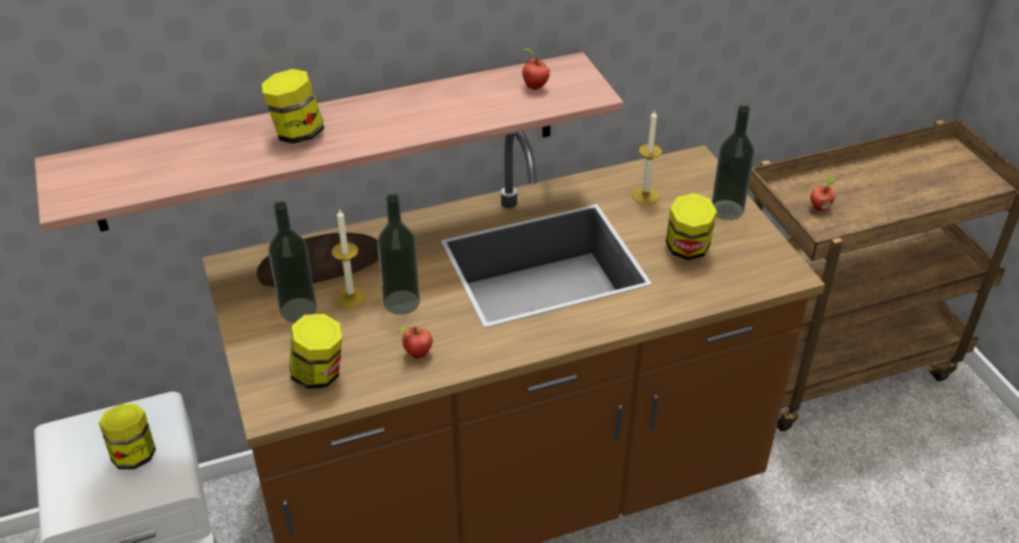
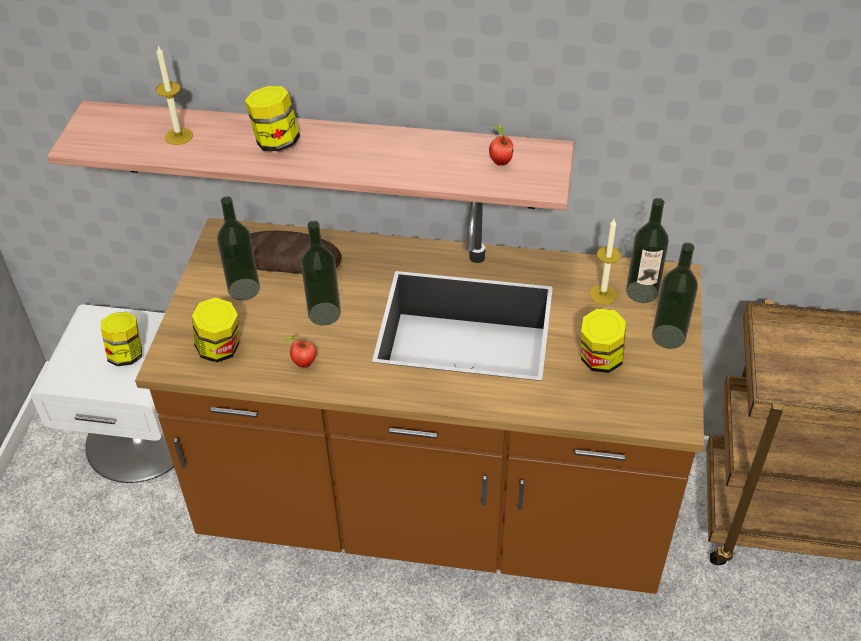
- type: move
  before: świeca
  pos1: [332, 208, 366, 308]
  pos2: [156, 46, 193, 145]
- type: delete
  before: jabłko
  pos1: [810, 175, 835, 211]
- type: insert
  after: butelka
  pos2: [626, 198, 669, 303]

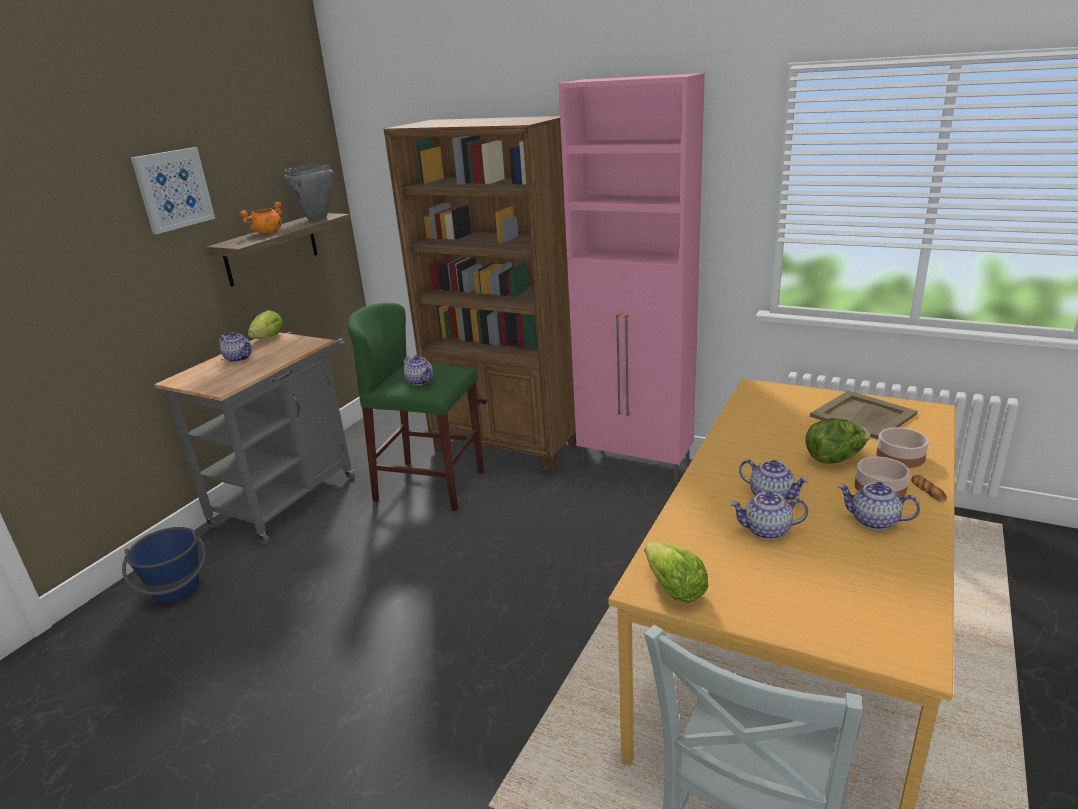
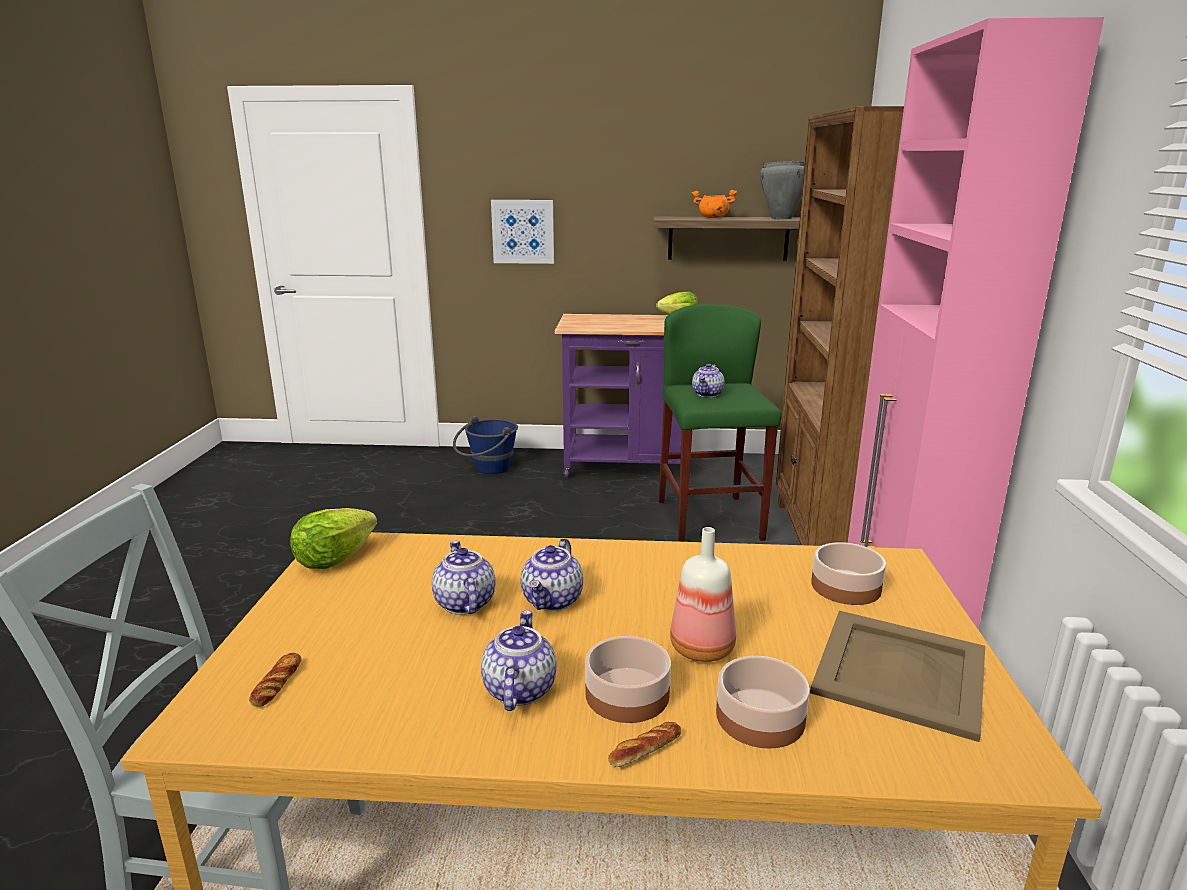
- type: move
  before: obraz
  pos1: [131, 147, 215, 234]
  pos2: [491, 200, 554, 264]
- type: recolor
  before: wózek (szary)
  after: wózek (fioletowy)
  pos1: [154, 332, 355, 544]
  pos2: [555, 314, 692, 478]
- type: delete
  before: imbryk
  pos1: [218, 332, 252, 362]
- type: replace
  before: sałata
  after: butelka
  pos1: [805, 418, 871, 464]
  pos2: [670, 527, 736, 662]
- type: insert
  after: chleb
  pos2: [249, 653, 301, 707]
- type: insert
  after: miska
  pos2: [811, 542, 886, 605]

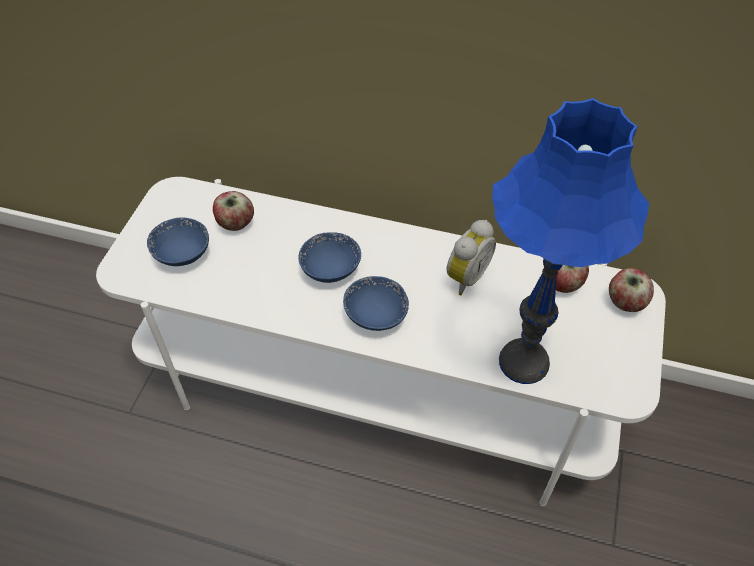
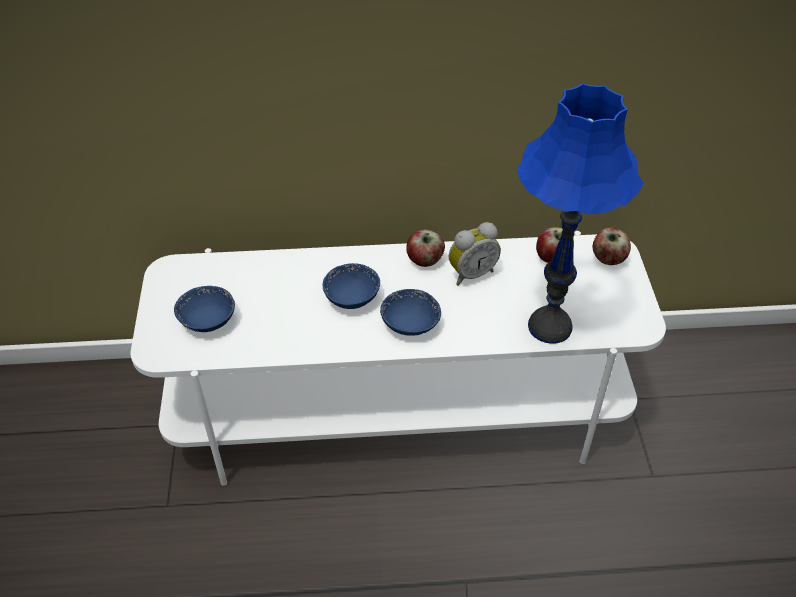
- type: move
  before: jabłko
  pos1: [213, 191, 254, 231]
  pos2: [406, 230, 445, 267]
- type: rotate
  before: budzik
  pos1: [447, 220, 496, 296]
  pos2: [449, 222, 501, 286]
  turn: 45

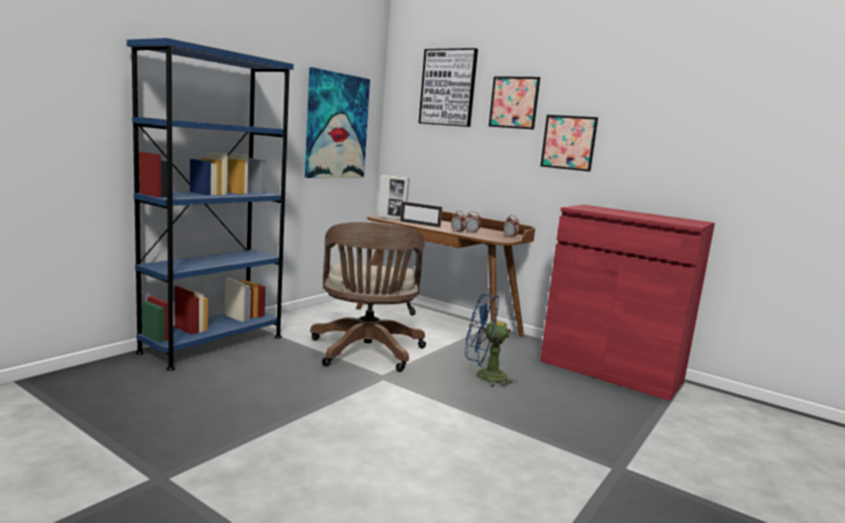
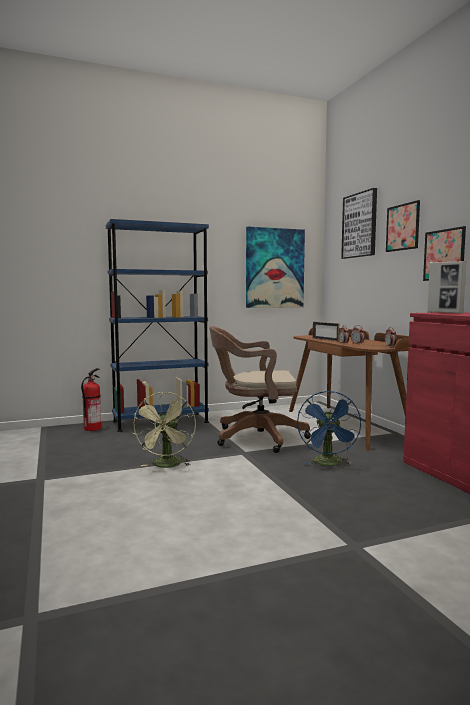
- type: rotate
  before: krzesło biurowe (brązowy)
  pos1: [310, 222, 426, 372]
  pos2: [209, 326, 311, 453]
  turn: 60
- type: move
  before: ramka na zdjęcie
  pos1: [378, 175, 410, 220]
  pos2: [427, 261, 467, 314]
- type: rotate
  before: wentylator (niebieski)
  pos1: [465, 294, 518, 387]
  pos2: [297, 391, 361, 466]
  turn: -120
- type: insert
  after: gaśnica
  pos2: [81, 368, 101, 431]
- type: insert
  after: wentylator (zielony)
  pos2: [132, 392, 196, 468]

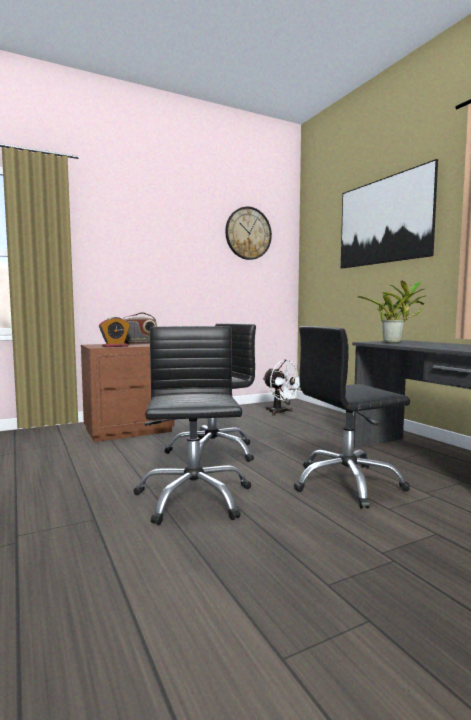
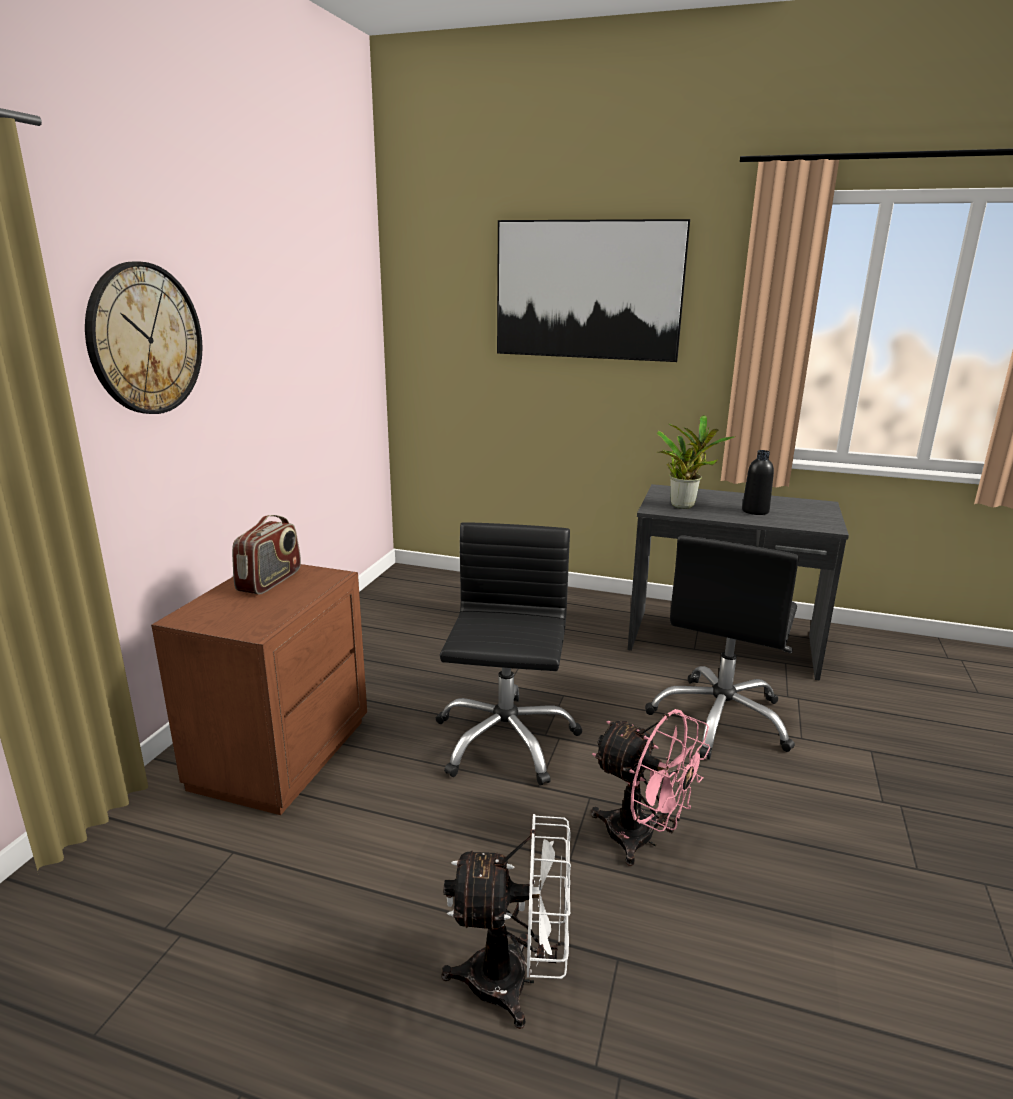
- type: delete
  before: budzik
  pos1: [99, 317, 130, 347]
- type: replace
  before: krzesło biurowe (czarny)
  after: wentylator (różowy)
  pos1: [133, 326, 251, 525]
  pos2: [591, 709, 711, 866]
- type: move
  before: zegar ścienny
  pos1: [225, 207, 272, 260]
  pos2: [85, 261, 202, 414]
- type: move
  before: wentylator (biały)
  pos1: [263, 360, 301, 416]
  pos2: [441, 814, 571, 1029]
- type: insert
  after: butelka (czarny)
  pos2: [742, 450, 774, 515]

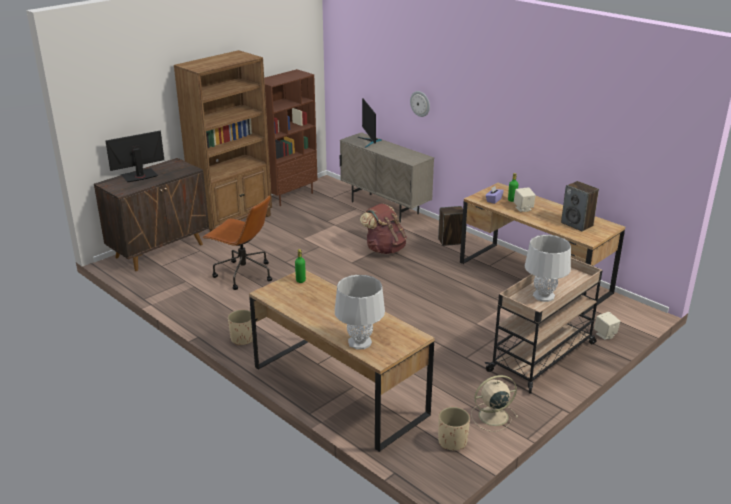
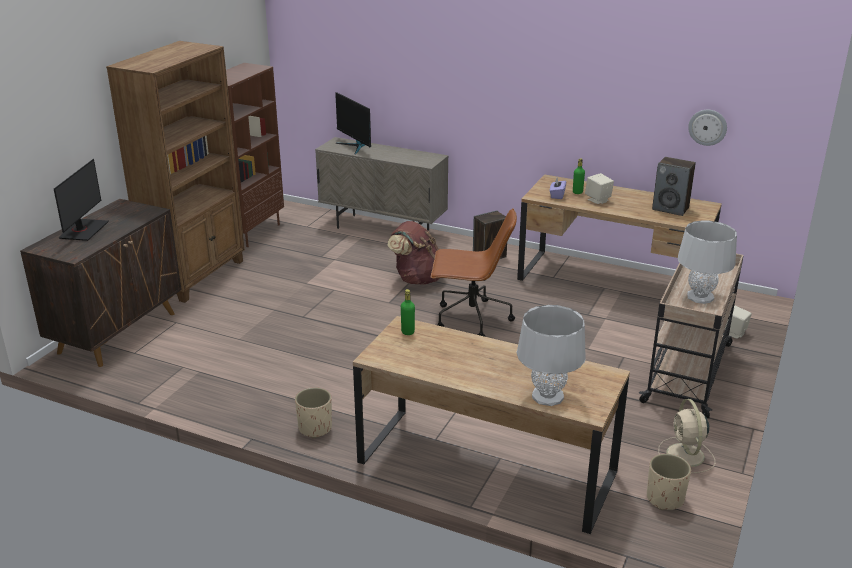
- type: rotate
  before: monitor
  pos1: [105, 130, 164, 182]
  pos2: [54, 159, 108, 241]
  turn: 150
- type: move
  before: krzesło biurowe (brązowy)
  pos1: [202, 195, 272, 290]
  pos2: [431, 208, 517, 337]
- type: move
  before: zegar ścienny
  pos1: [410, 91, 430, 117]
  pos2: [688, 109, 727, 146]
- type: rotate
  before: wentylator (beżowy)
  pos1: [471, 375, 518, 432]
  pos2: [658, 399, 715, 473]
  turn: -60

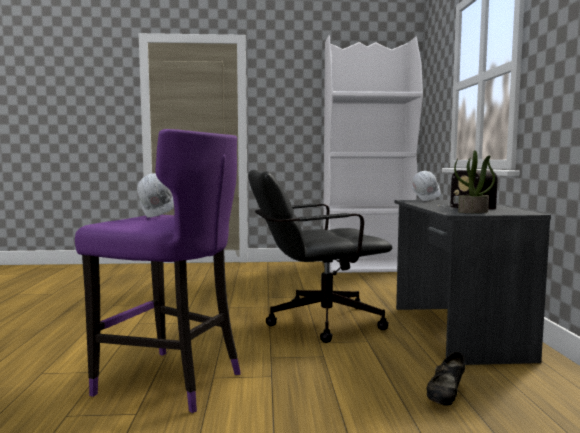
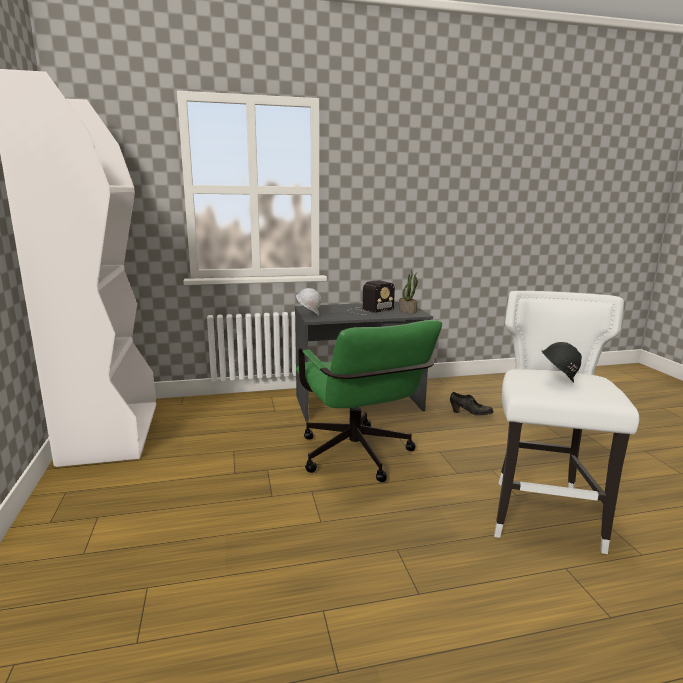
- type: recolor
  before: stołek (fioletowy)
  after: stołek (biały)
  pos1: [75, 129, 241, 413]
  pos2: [494, 291, 639, 554]
- type: recolor
  before: kask (biały)
  after: kask (czarny)
  pos1: [137, 173, 174, 218]
  pos2: [542, 342, 582, 383]
- type: recolor
  before: krzesło biurowe (czarny)
  after: krzesło biurowe (zielony)
  pos1: [248, 170, 392, 343]
  pos2: [296, 320, 442, 482]

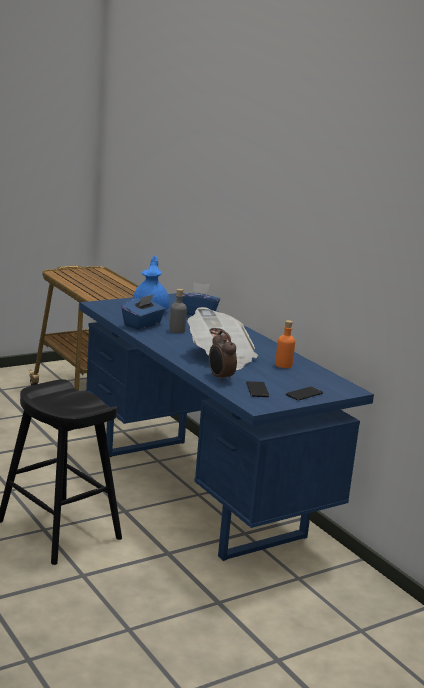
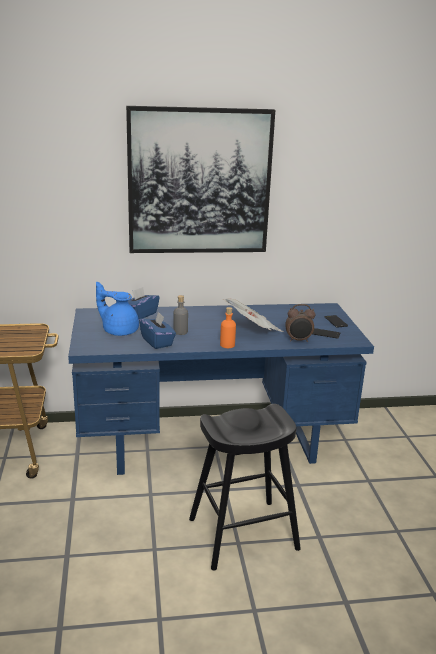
- type: move
  before: butelka (pomarańczowy)
  pos1: [275, 320, 295, 368]
  pos2: [220, 307, 236, 348]
- type: insert
  after: obraz
  pos2: [126, 106, 275, 253]

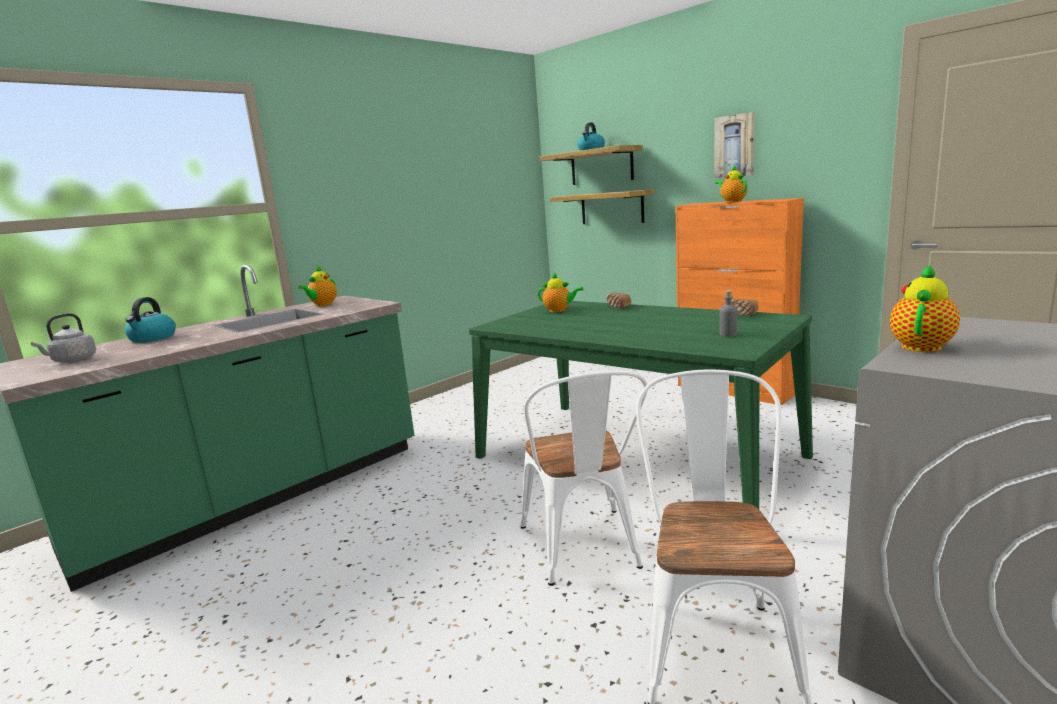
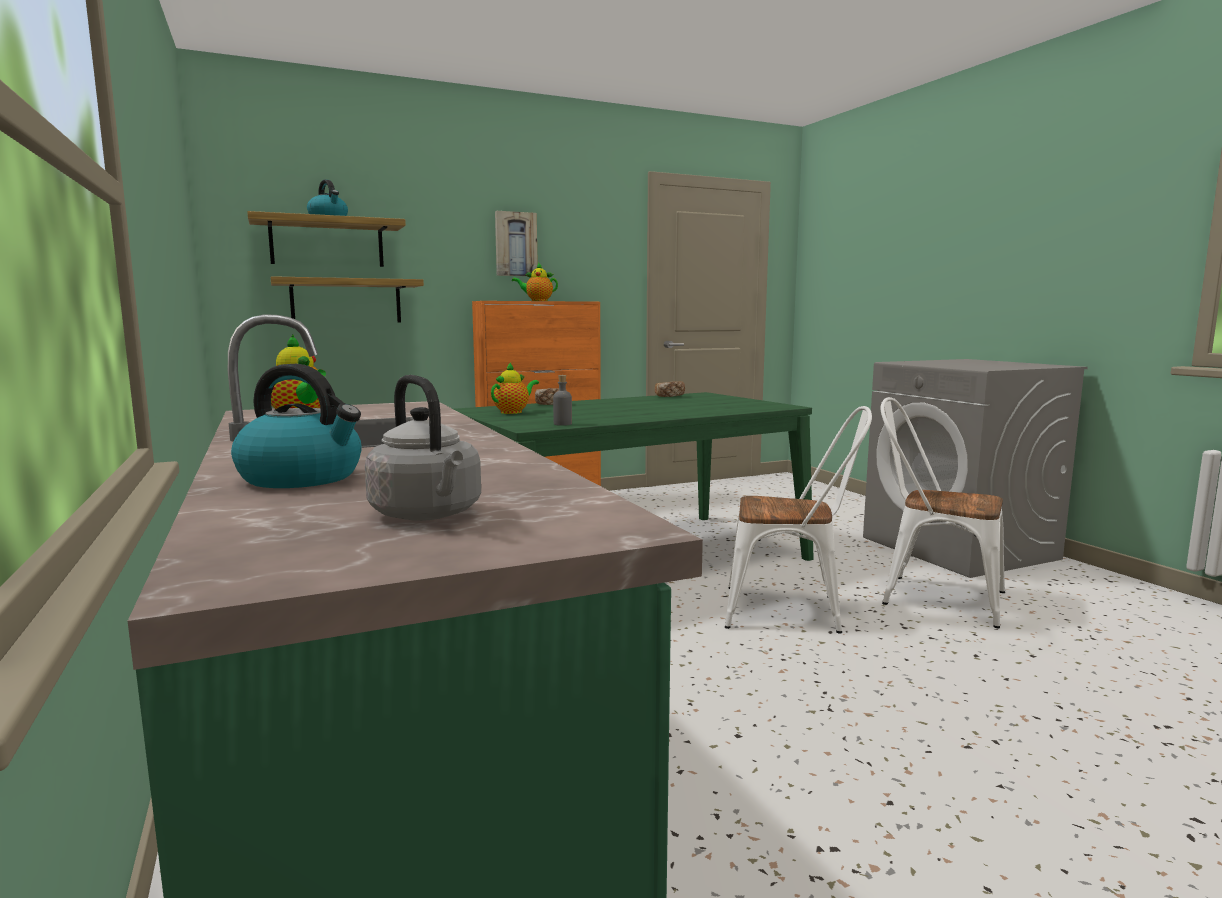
- type: move
  before: butelka (szary)
  pos1: [719, 290, 737, 337]
  pos2: [553, 375, 572, 426]
- type: delete
  before: imbryk
  pos1: [890, 264, 960, 352]

